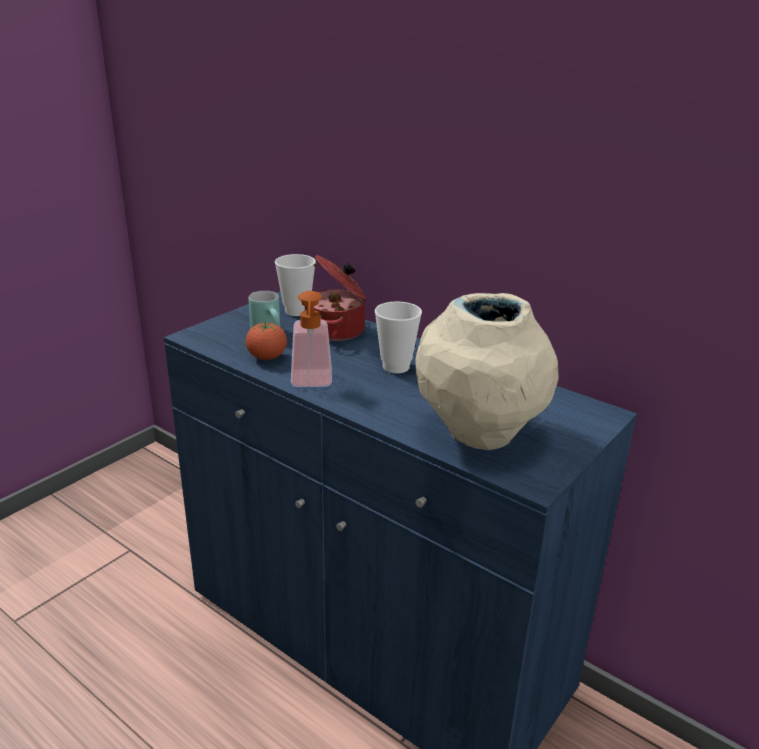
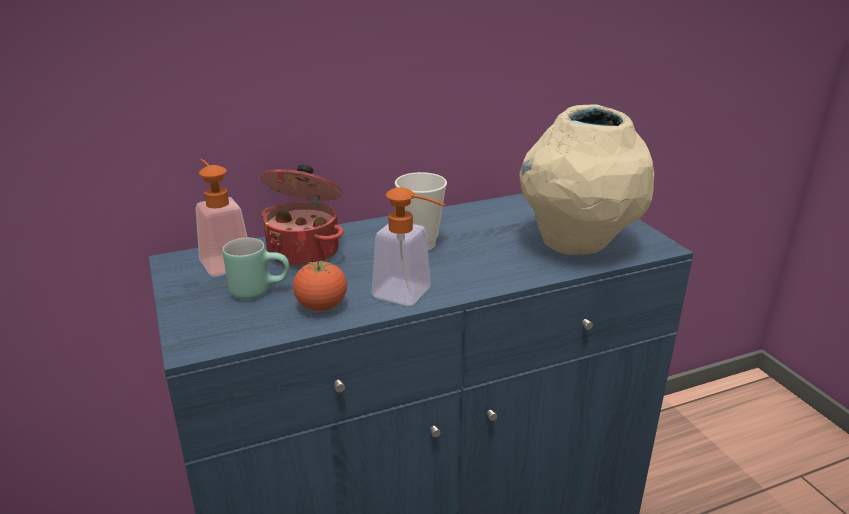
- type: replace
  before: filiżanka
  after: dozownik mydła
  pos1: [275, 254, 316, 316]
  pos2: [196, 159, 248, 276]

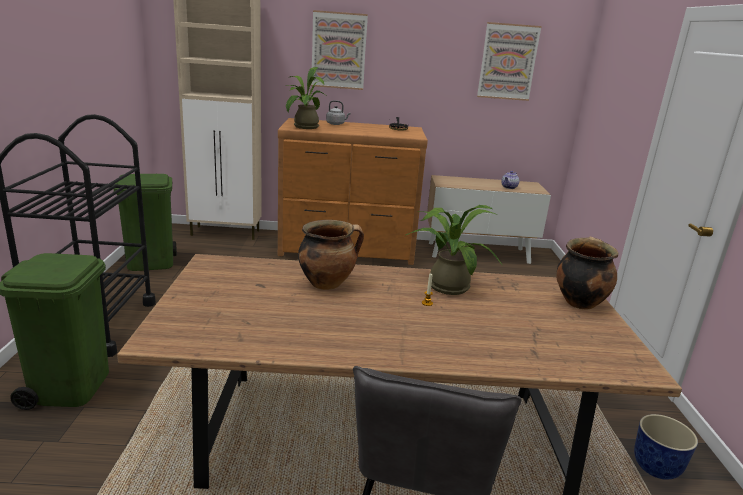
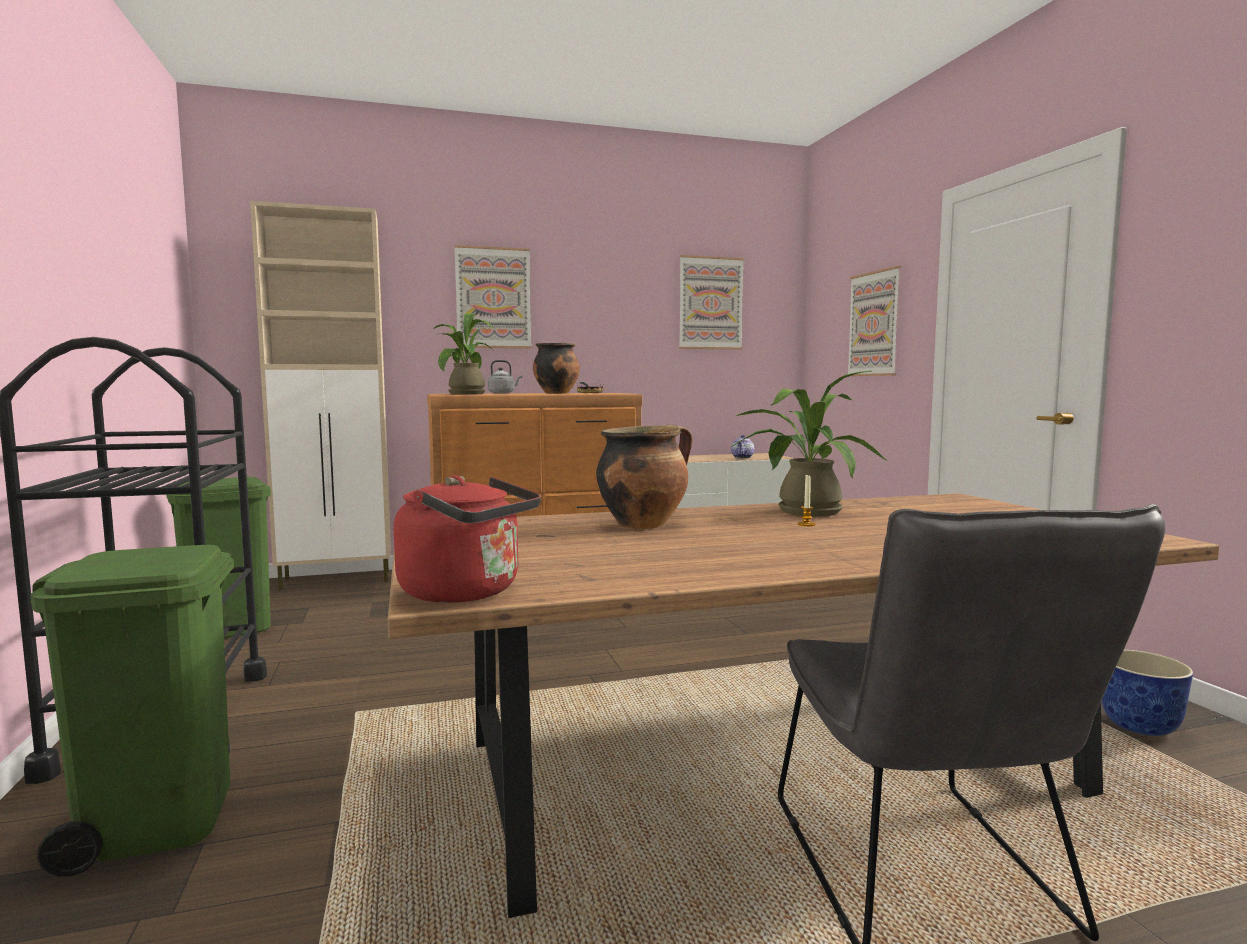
- type: move
  before: garnek
  pos1: [556, 237, 618, 309]
  pos2: [533, 343, 580, 394]
- type: insert
  after: czajnik (czerwony)
  pos2: [394, 475, 541, 603]
- type: insert
  after: obraz
  pos2: [846, 266, 901, 376]

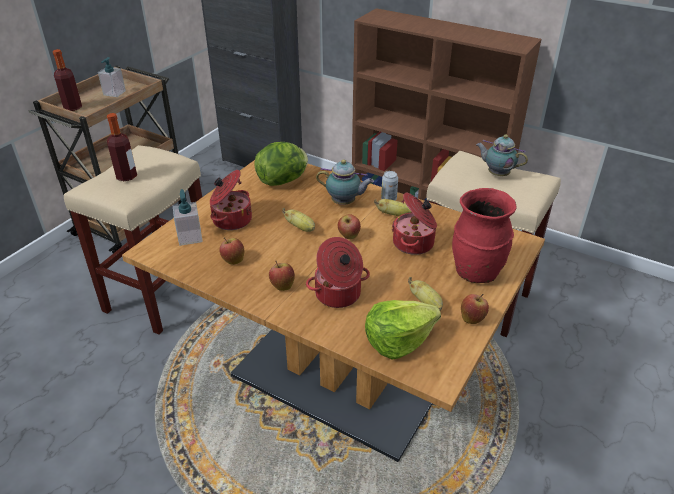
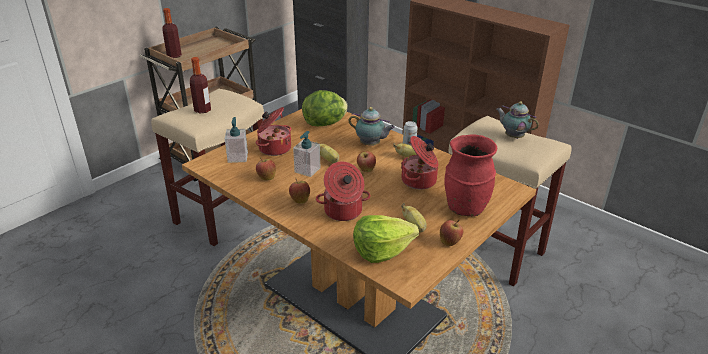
- type: move
  before: dozownik mydła
  pos1: [98, 57, 126, 97]
  pos2: [293, 131, 320, 177]

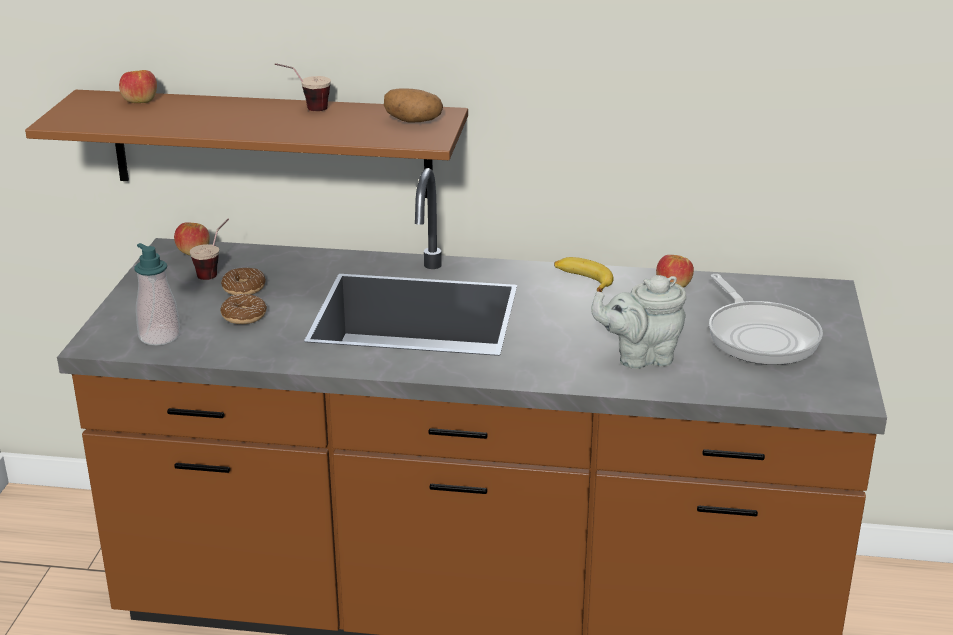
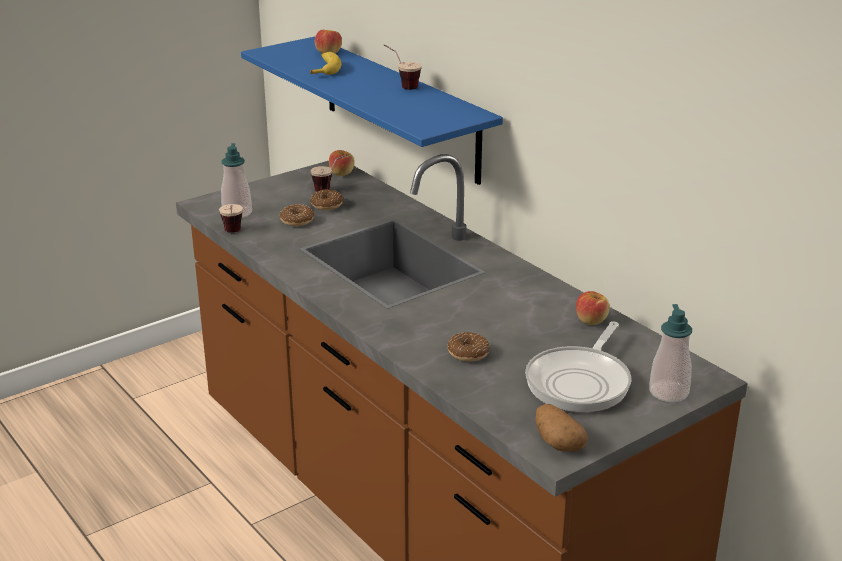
- type: recolor
  before: półka (brązowy)
  after: półka (niebieski)
  pos1: [25, 90, 468, 198]
  pos2: [241, 37, 503, 185]
- type: move
  before: ziemniak
  pos1: [384, 88, 443, 122]
  pos2: [535, 404, 588, 451]
- type: move
  before: banan
  pos1: [554, 257, 614, 292]
  pos2: [311, 52, 342, 75]
- type: replace
  before: imbryk (szary)
  after: donut
  pos1: [591, 275, 686, 369]
  pos2: [448, 332, 490, 362]
- type: insert
  after: filiżanka
  pos2: [219, 204, 243, 233]
- type: insert
  after: dozownik mydła
  pos2: [649, 304, 692, 402]

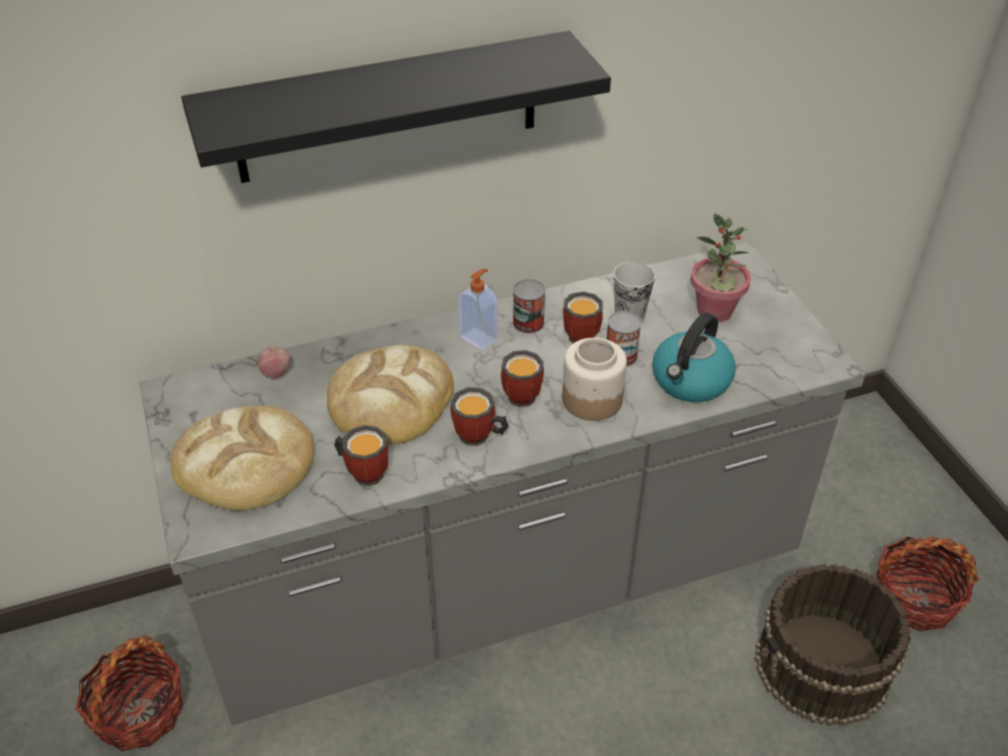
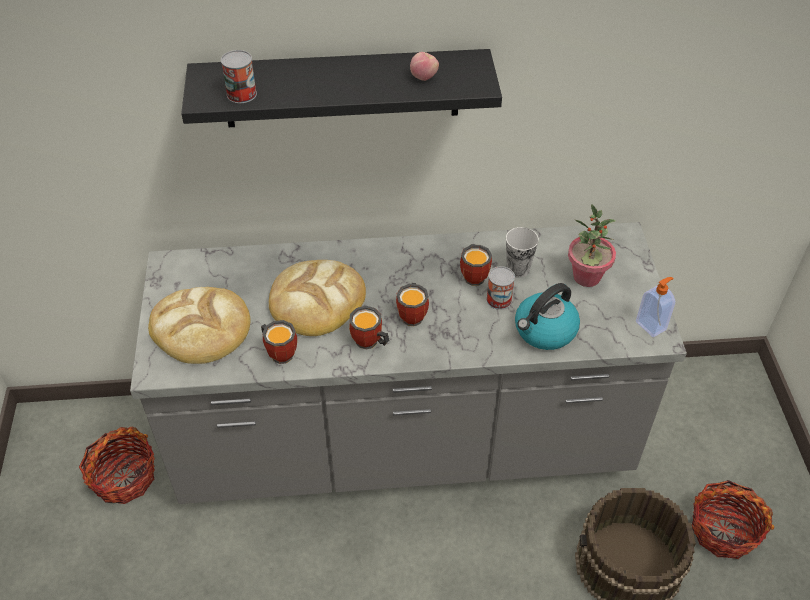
- type: move
  before: jabłko
  pos1: [258, 347, 291, 378]
  pos2: [410, 52, 439, 81]
- type: move
  before: dozownik mydła
  pos1: [458, 269, 498, 351]
  pos2: [636, 277, 675, 338]
- type: move
  before: puszka
  pos1: [513, 279, 546, 334]
  pos2: [221, 50, 257, 103]
- type: delete
  before: słoik
  pos1: [562, 338, 627, 421]

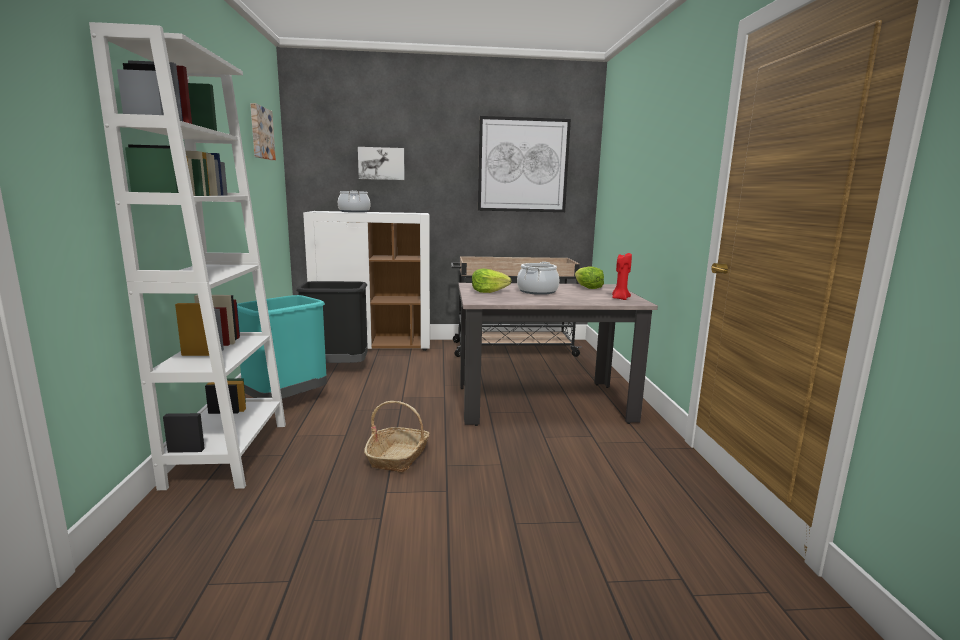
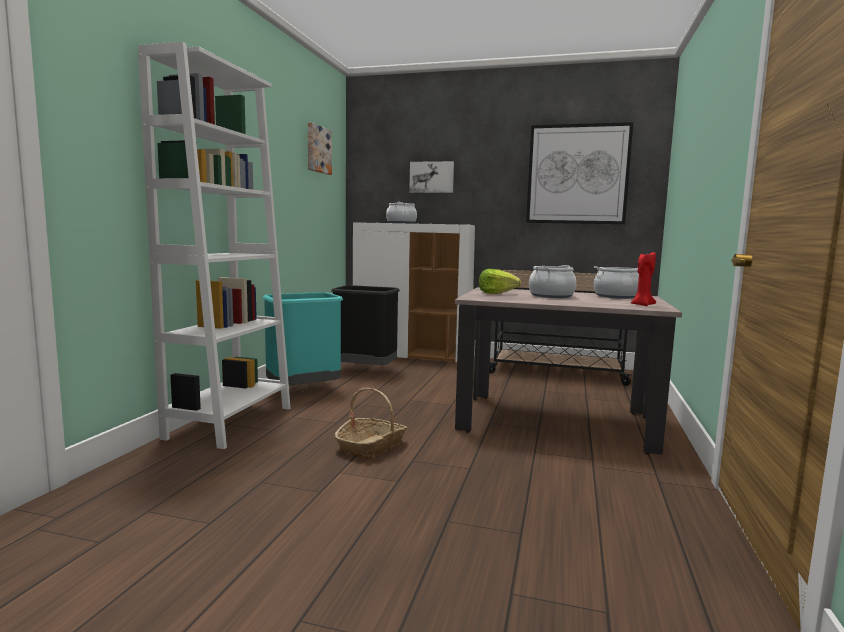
- type: replace
  before: sałata
  after: garnek
  pos1: [575, 266, 604, 289]
  pos2: [594, 266, 639, 299]

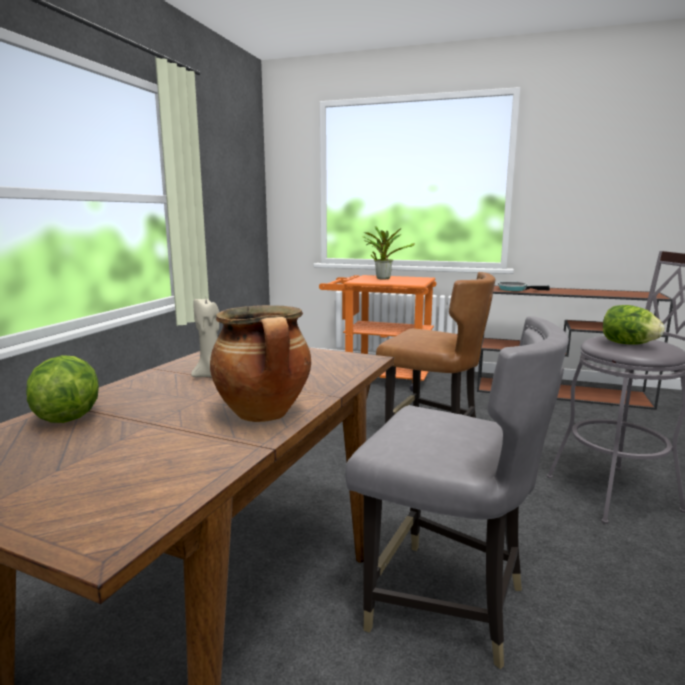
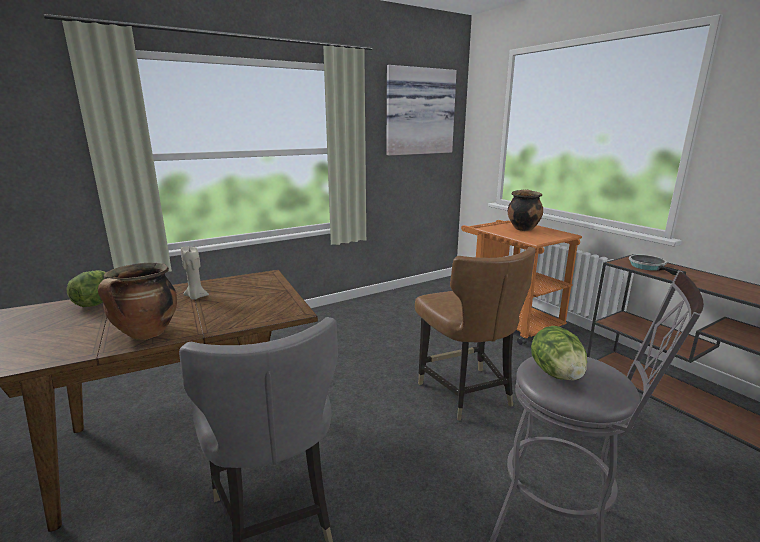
- type: replace
  before: roślina doniczkowa
  after: garnek
  pos1: [363, 226, 415, 280]
  pos2: [508, 190, 543, 231]
- type: insert
  after: obraz
  pos2: [386, 65, 457, 156]

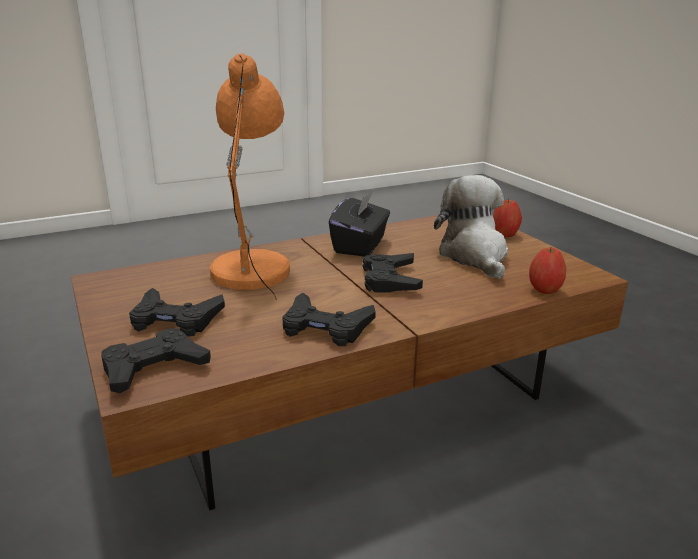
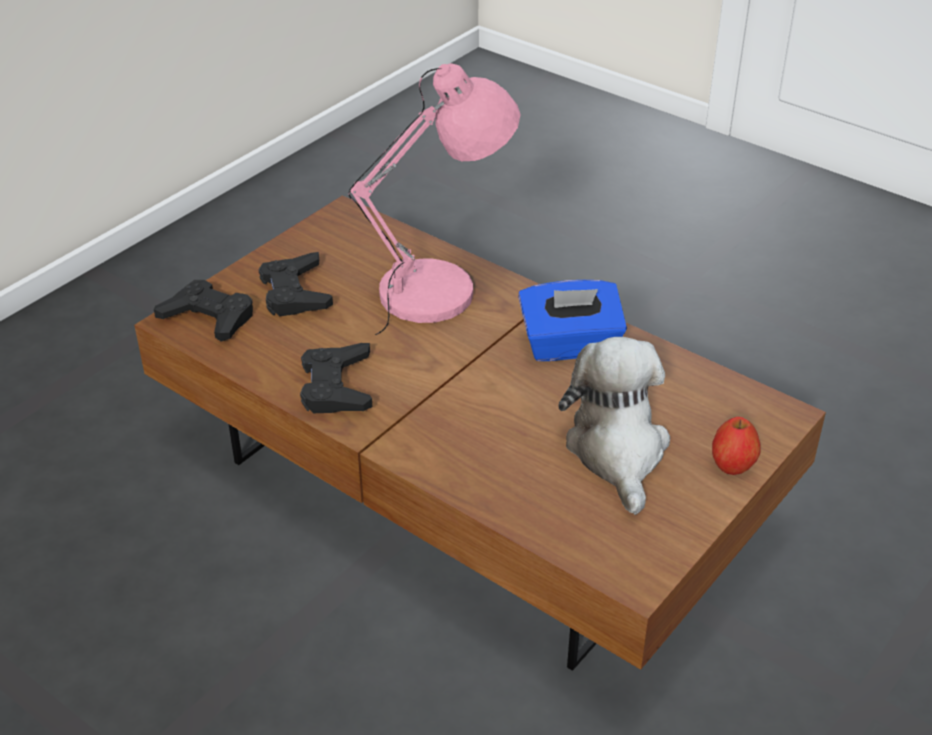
- type: recolor
  before: lampa stołowa (pomarańczowy)
  after: lampa stołowa (różowy)
  pos1: [210, 53, 290, 300]
  pos2: [348, 63, 521, 335]
- type: recolor
  before: pudełko chusteczek (czarny)
  after: pudełko chusteczek (niebieski)
  pos1: [329, 190, 390, 257]
  pos2: [518, 280, 627, 361]
- type: delete
  before: pad do gier (czarny)
  pos1: [362, 253, 423, 293]
- type: rotate
  before: pluszak
  pos1: [434, 175, 508, 279]
  pos2: [558, 337, 670, 515]
  turn: -60
- type: delete
  before: jabłko
  pos1: [529, 248, 566, 294]

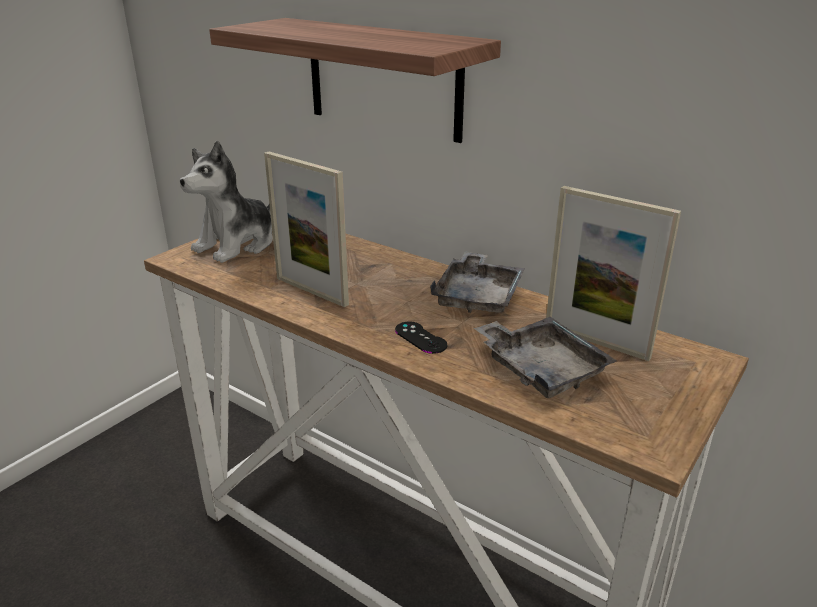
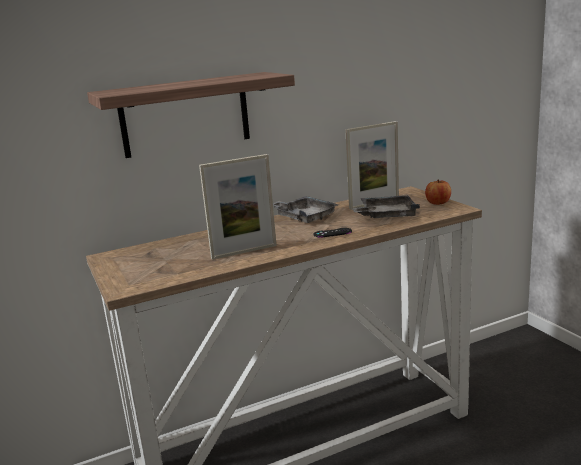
- type: delete
  before: pluszak
  pos1: [180, 140, 273, 263]
- type: insert
  after: jabłko
  pos2: [425, 179, 451, 205]

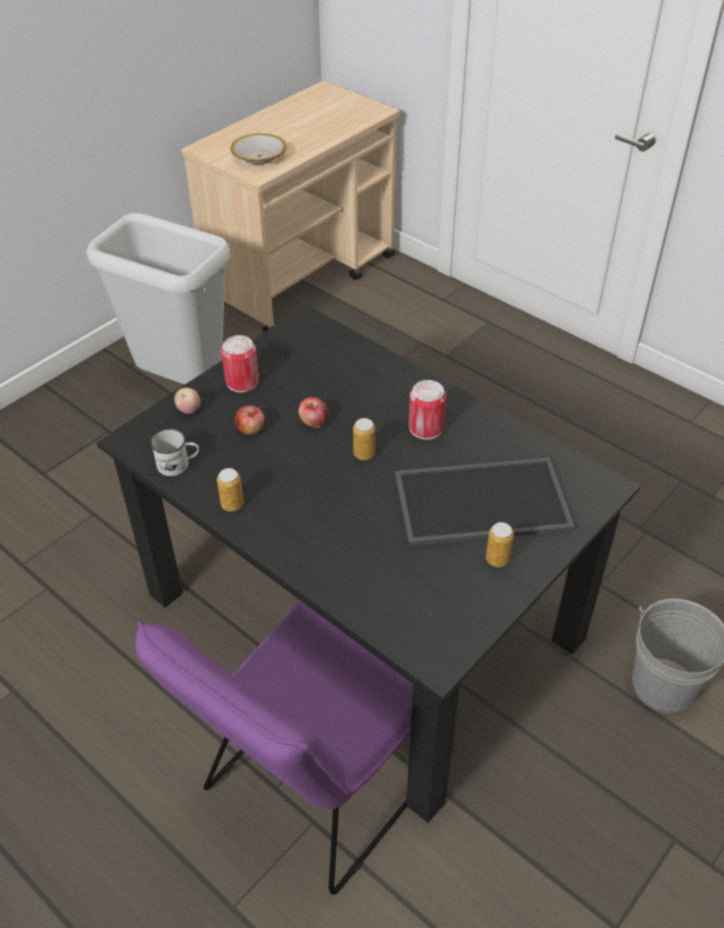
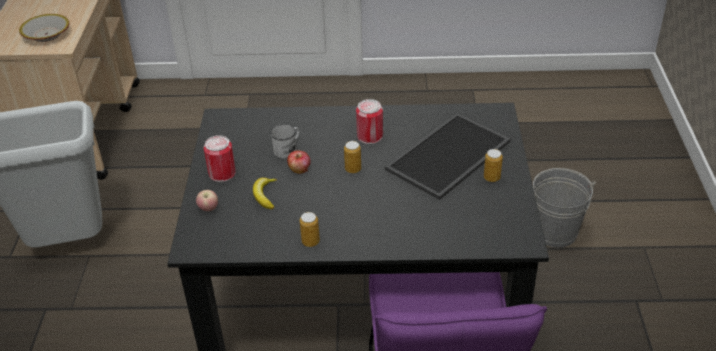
- type: move
  before: kubek (biały)
  pos1: [150, 429, 199, 476]
  pos2: [270, 124, 299, 159]
- type: replace
  before: jabłko
  after: banan
  pos1: [235, 405, 265, 435]
  pos2: [253, 177, 277, 209]

